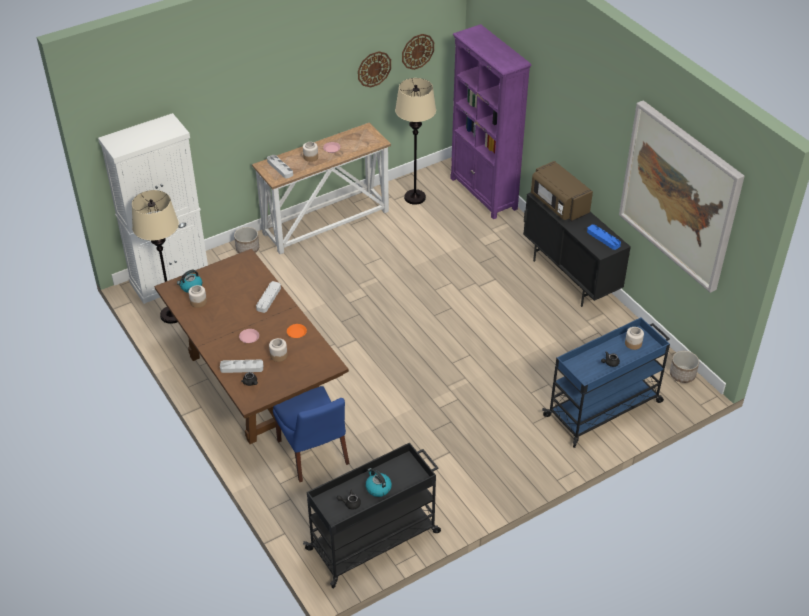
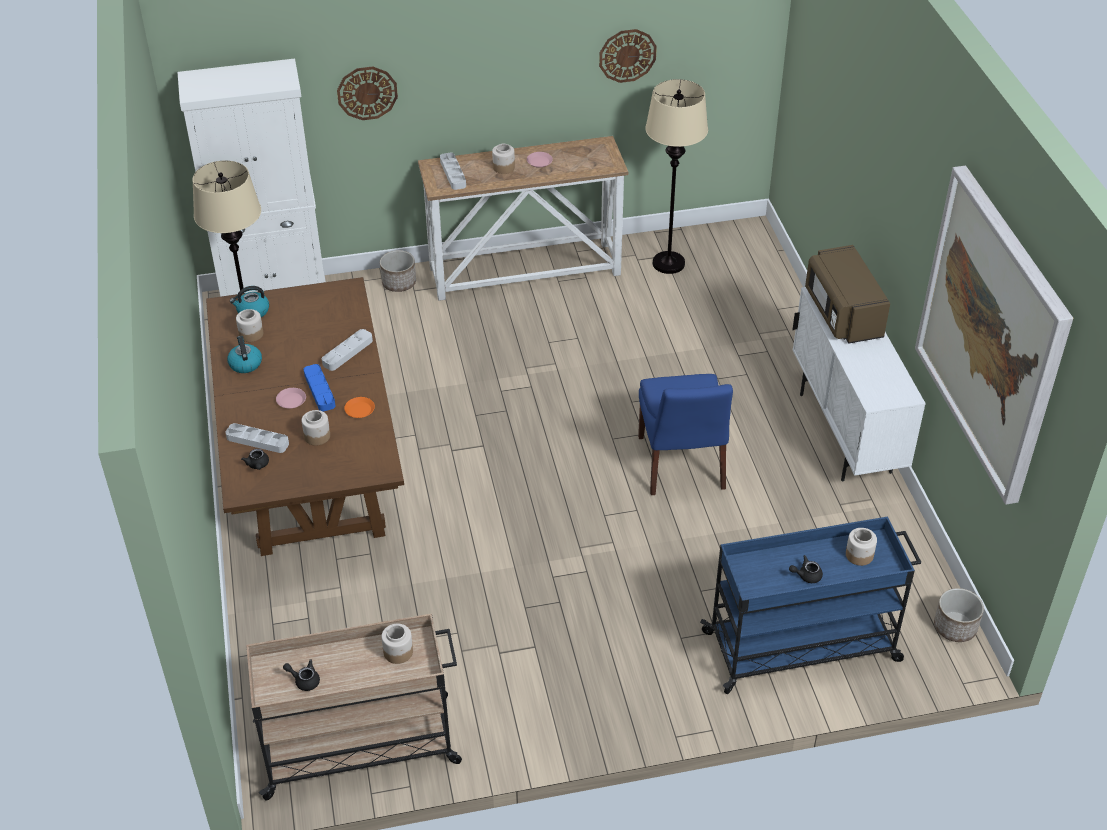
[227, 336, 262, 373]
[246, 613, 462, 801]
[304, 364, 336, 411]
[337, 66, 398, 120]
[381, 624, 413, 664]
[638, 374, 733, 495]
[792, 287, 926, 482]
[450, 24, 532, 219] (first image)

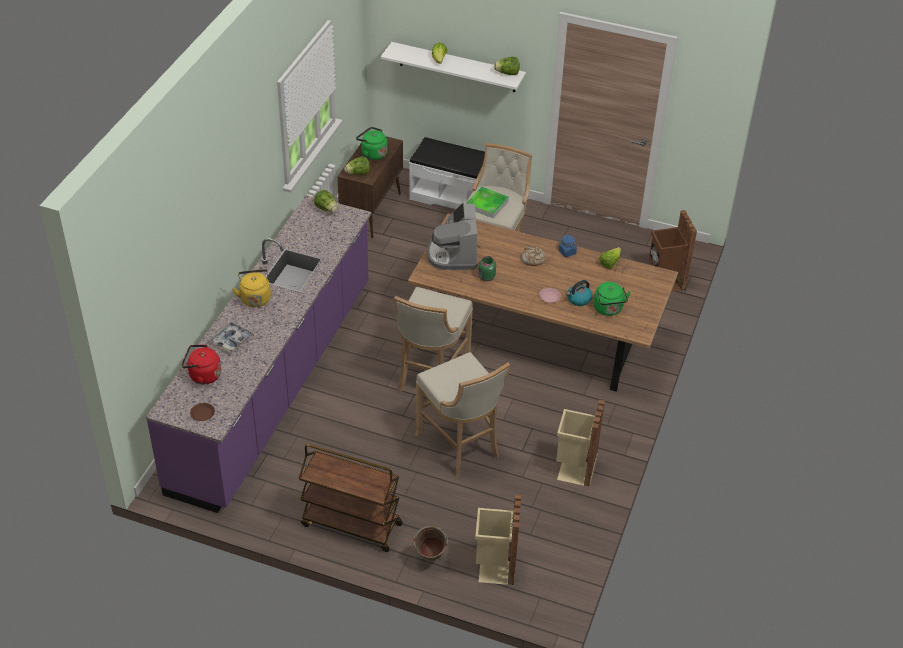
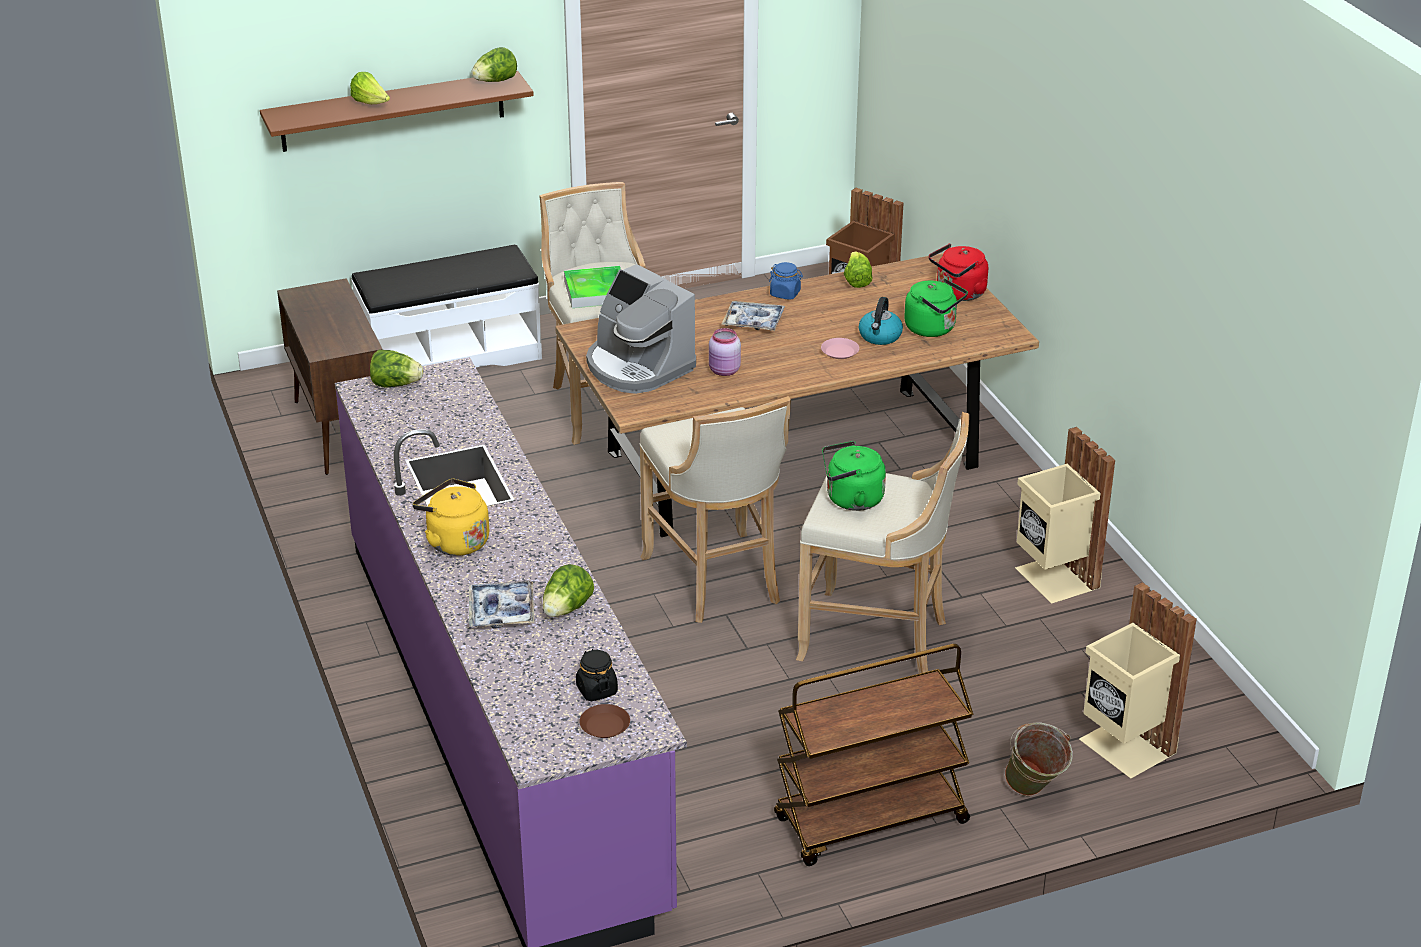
[260, 71, 534, 152]
[543, 564, 594, 617]
[576, 649, 618, 701]
[709, 328, 741, 376]
[722, 301, 785, 331]
[822, 441, 886, 511]
[929, 243, 988, 301]

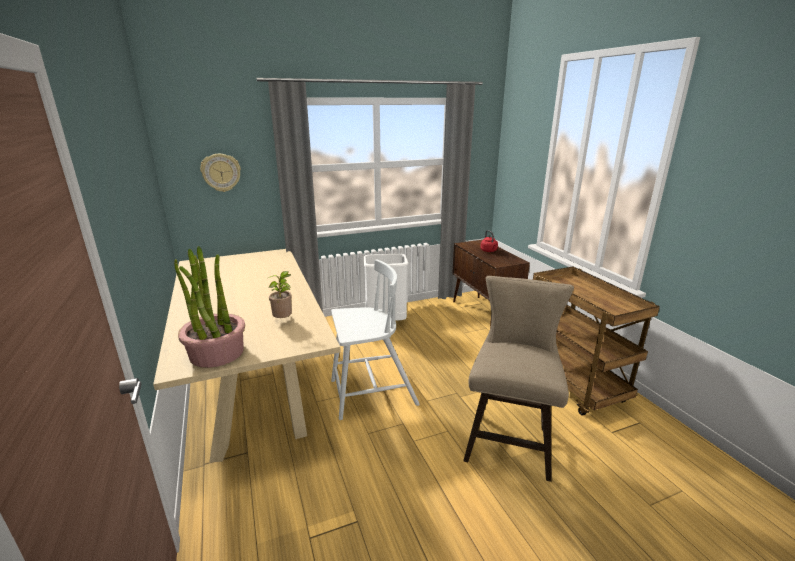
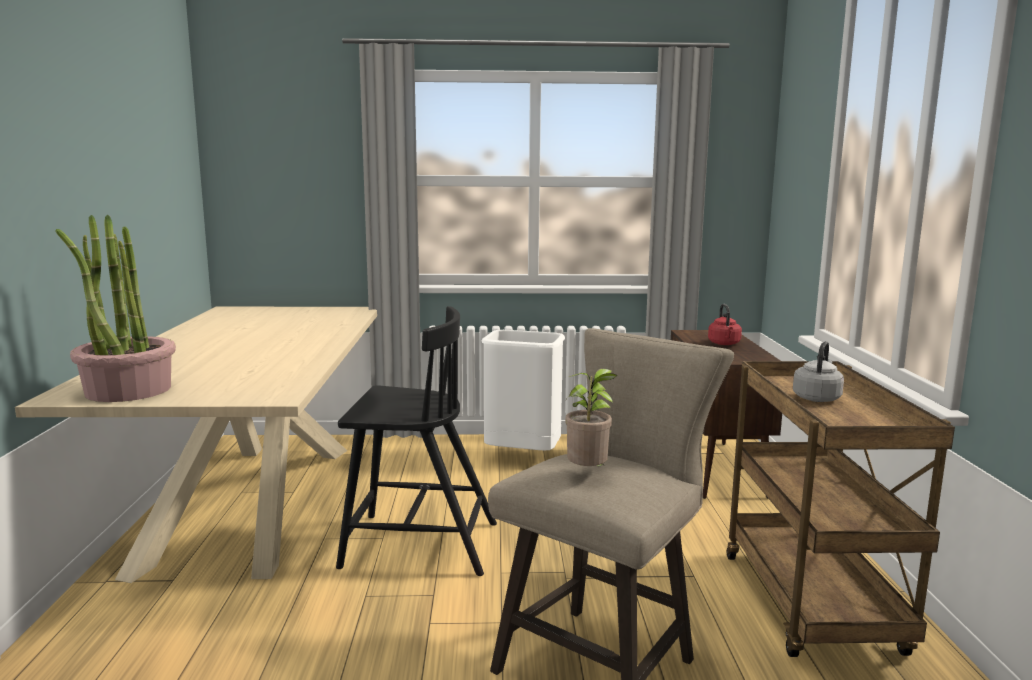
[336, 306, 497, 576]
[565, 369, 617, 467]
[793, 341, 844, 402]
[200, 154, 241, 192] (first image)

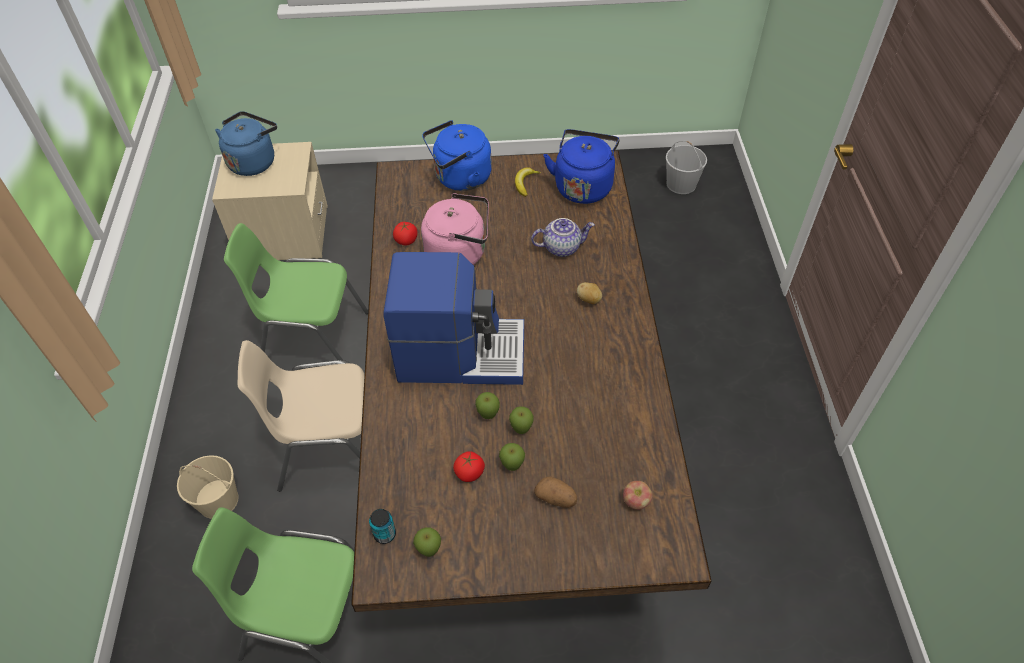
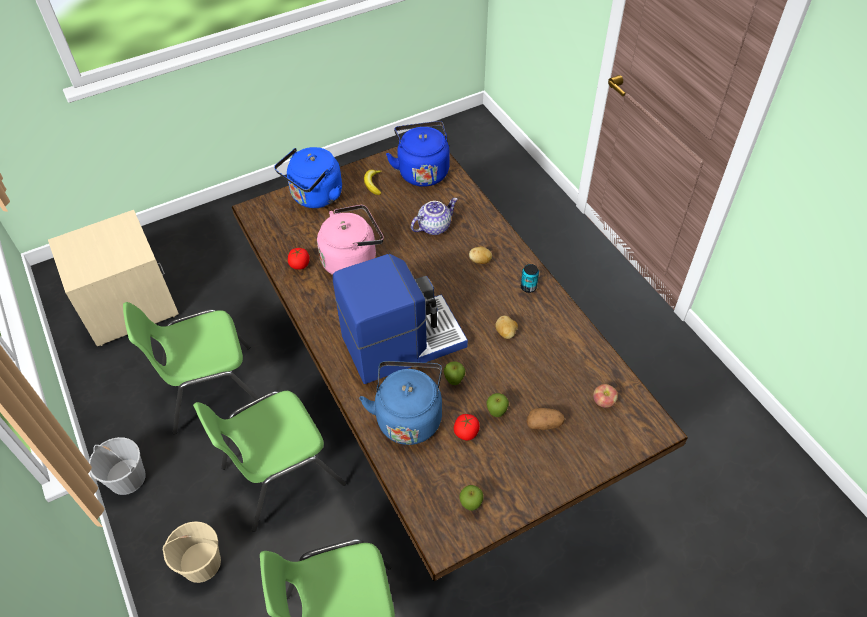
[89, 437, 146, 495]
[193, 391, 346, 532]
[359, 361, 442, 445]
[495, 315, 518, 339]
[521, 264, 539, 293]
[509, 406, 534, 434] (first image)

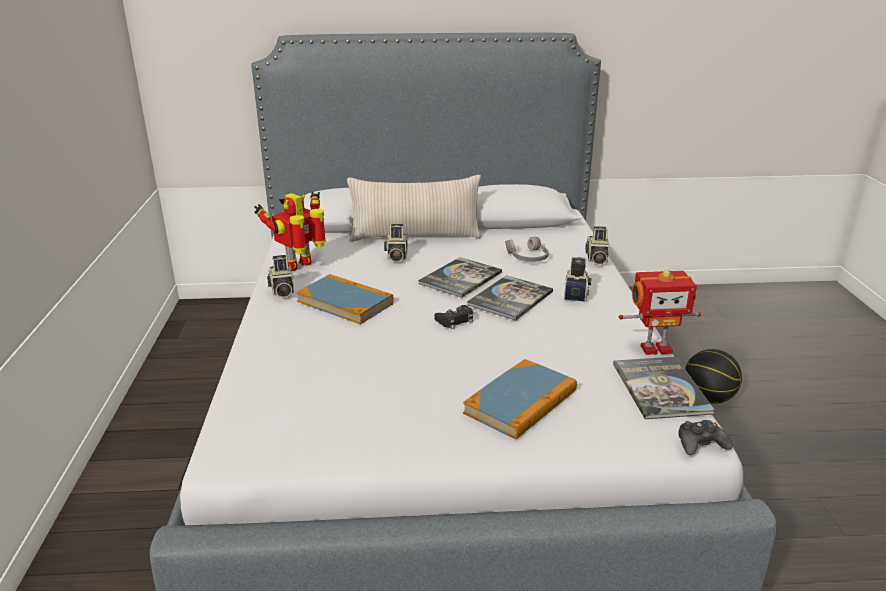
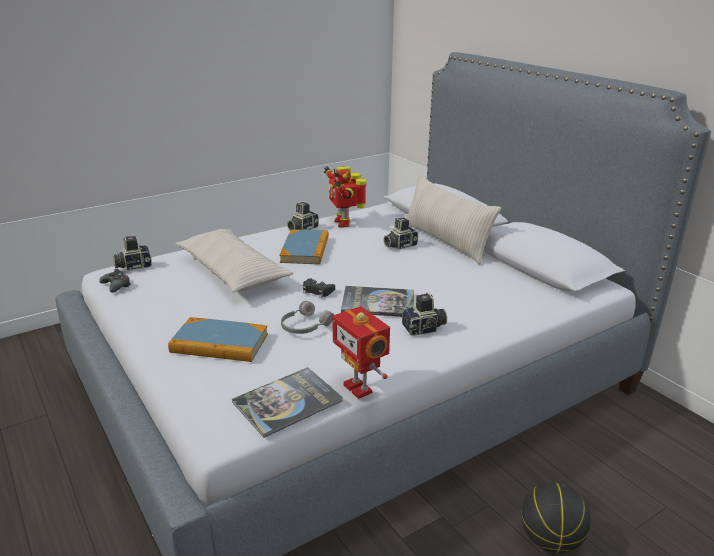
[99, 269, 131, 293]
[113, 236, 152, 271]
[175, 229, 293, 292]
[281, 301, 334, 334]
[323, 166, 366, 228]
[418, 257, 502, 298] (first image)

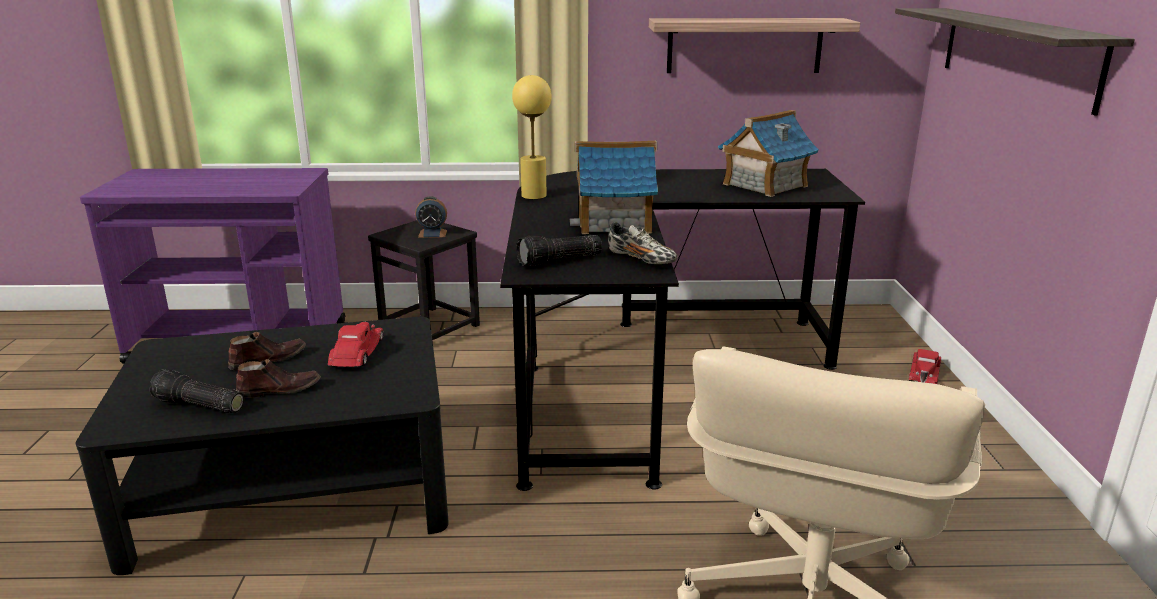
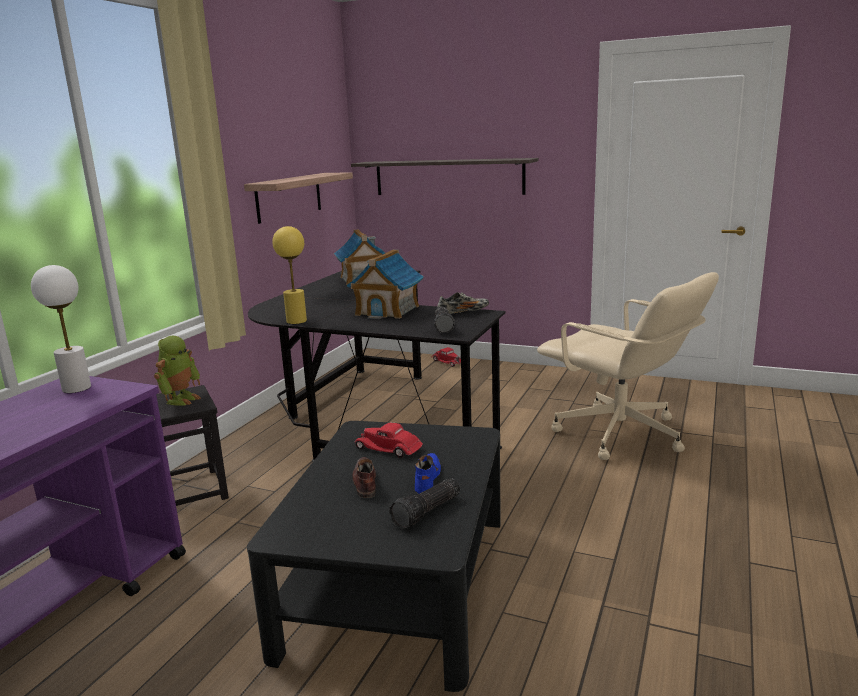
[31, 265, 91, 393]
[154, 336, 201, 406]
[415, 453, 441, 494]

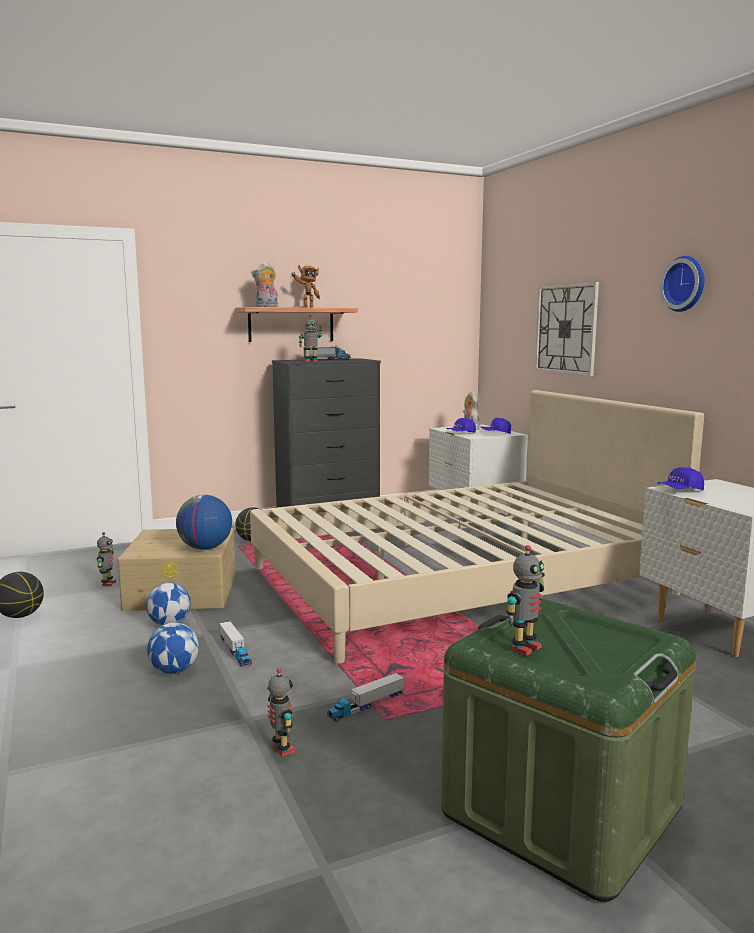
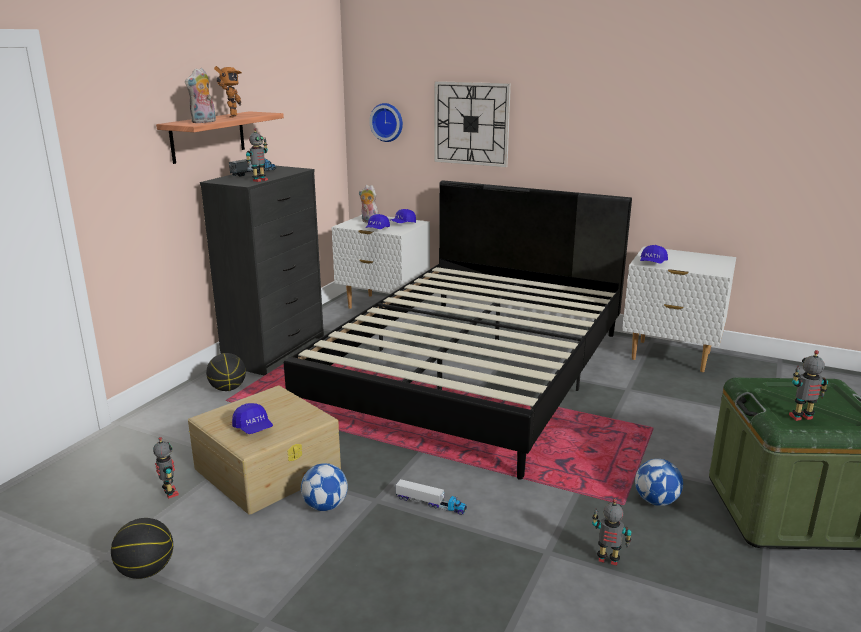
[232, 403, 273, 434]
[284, 180, 632, 480]
[369, 103, 403, 142]
[635, 459, 683, 506]
[789, 350, 828, 421]
[176, 495, 232, 550] (first image)
[327, 673, 404, 722] (first image)

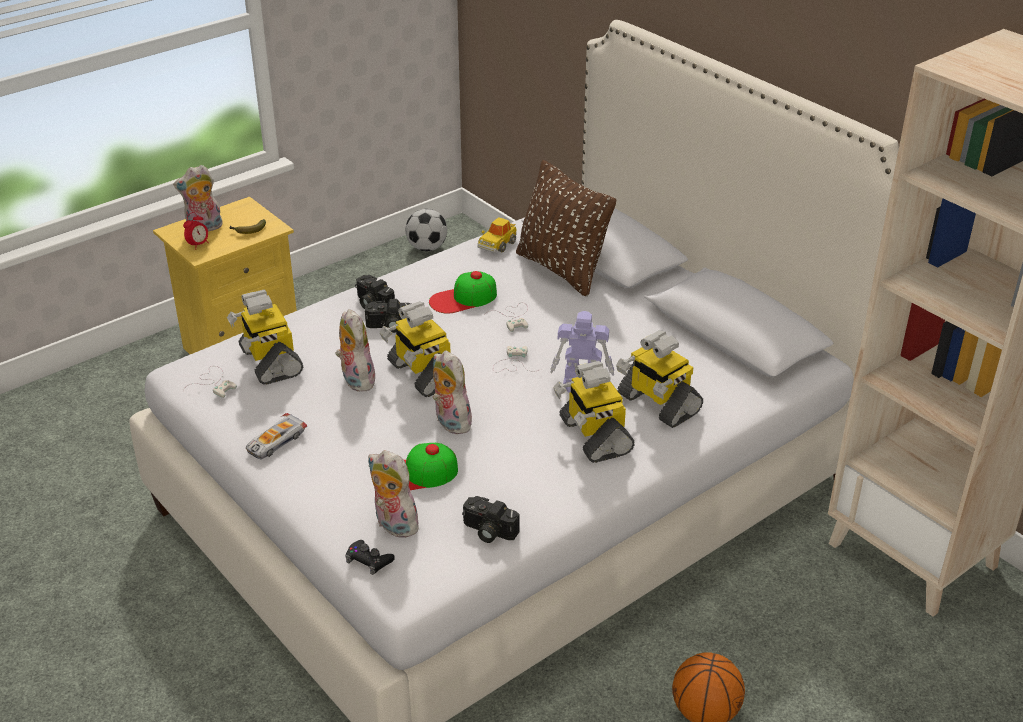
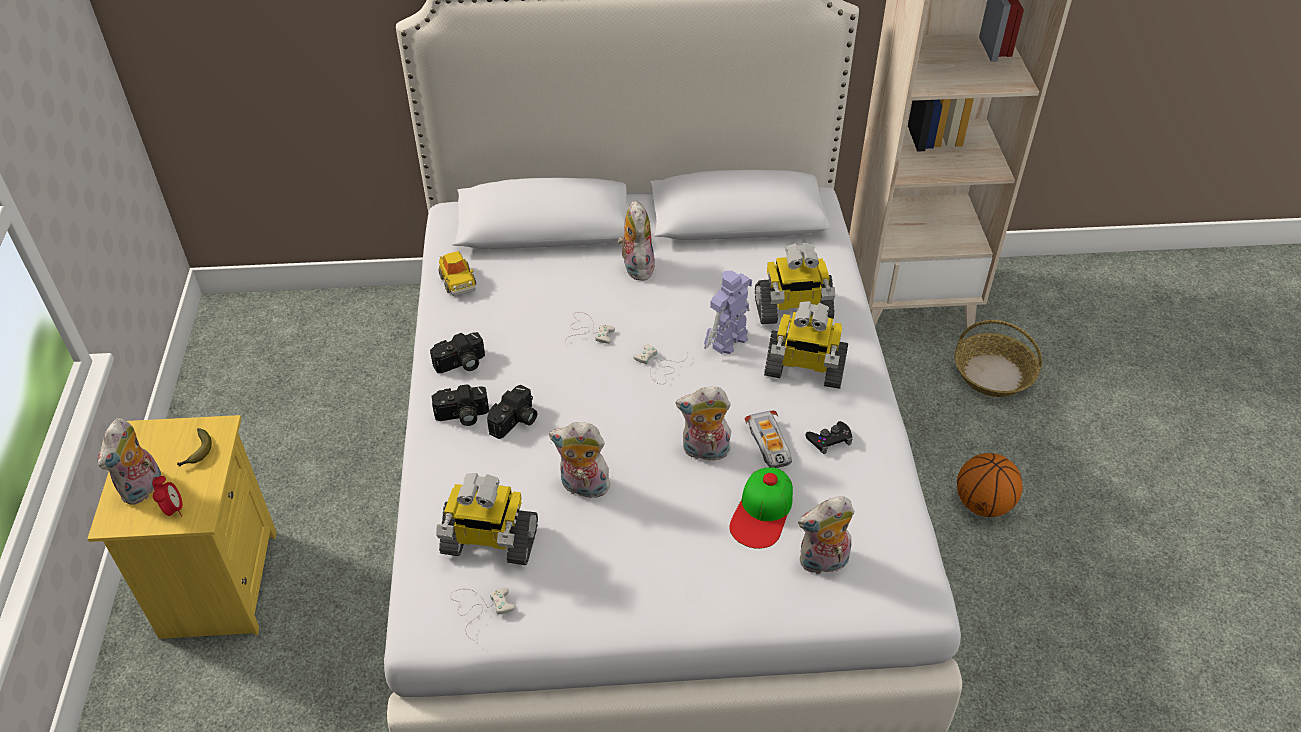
[430, 332, 485, 373]
[618, 201, 655, 281]
[744, 410, 792, 468]
[806, 421, 852, 454]
[955, 320, 1042, 397]
[379, 301, 450, 397] (first image)
[406, 209, 447, 251] (first image)
[429, 271, 497, 314] (first image)
[516, 160, 616, 297] (first image)

